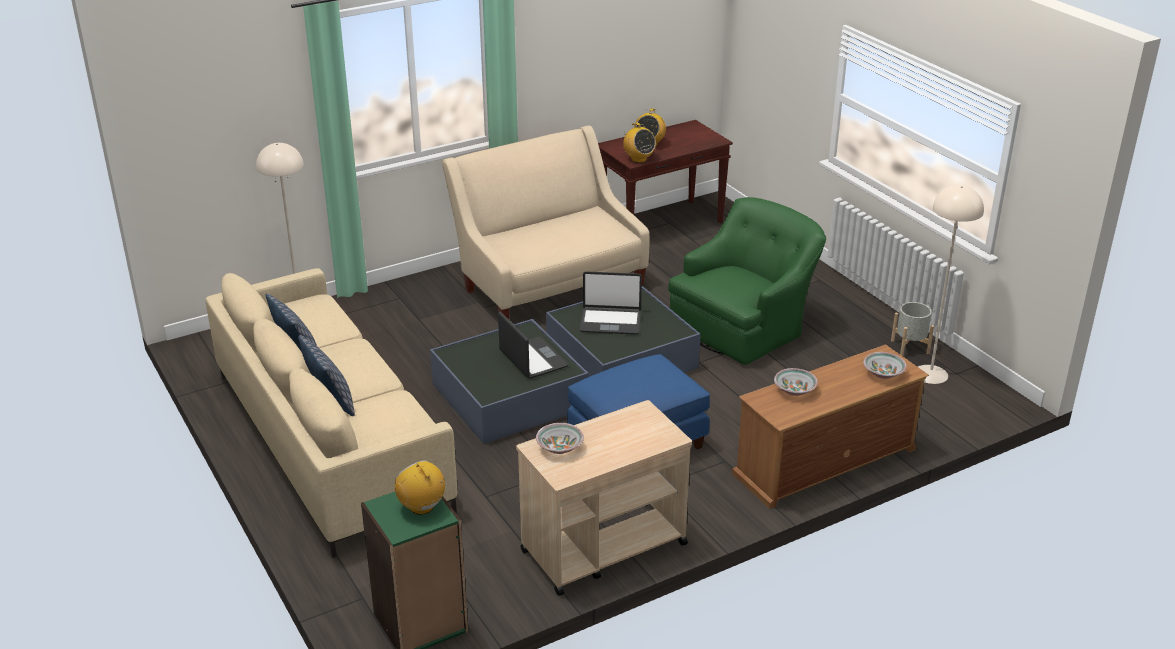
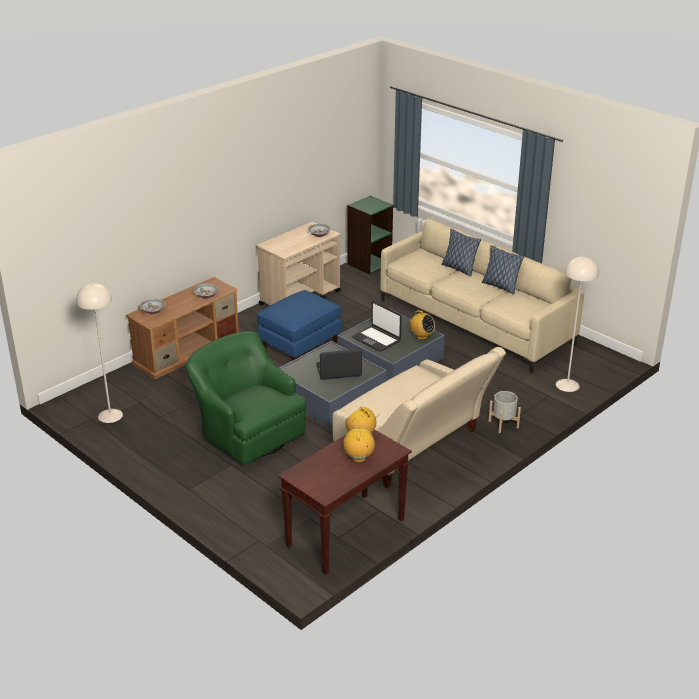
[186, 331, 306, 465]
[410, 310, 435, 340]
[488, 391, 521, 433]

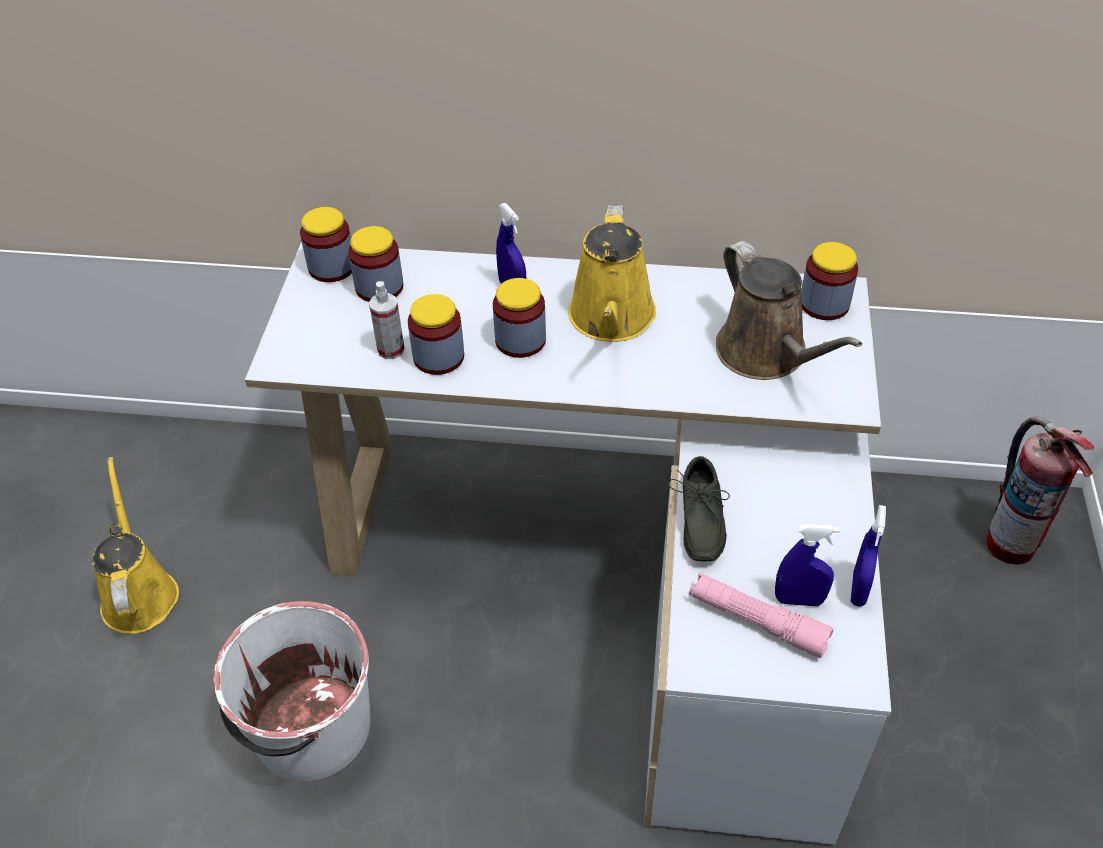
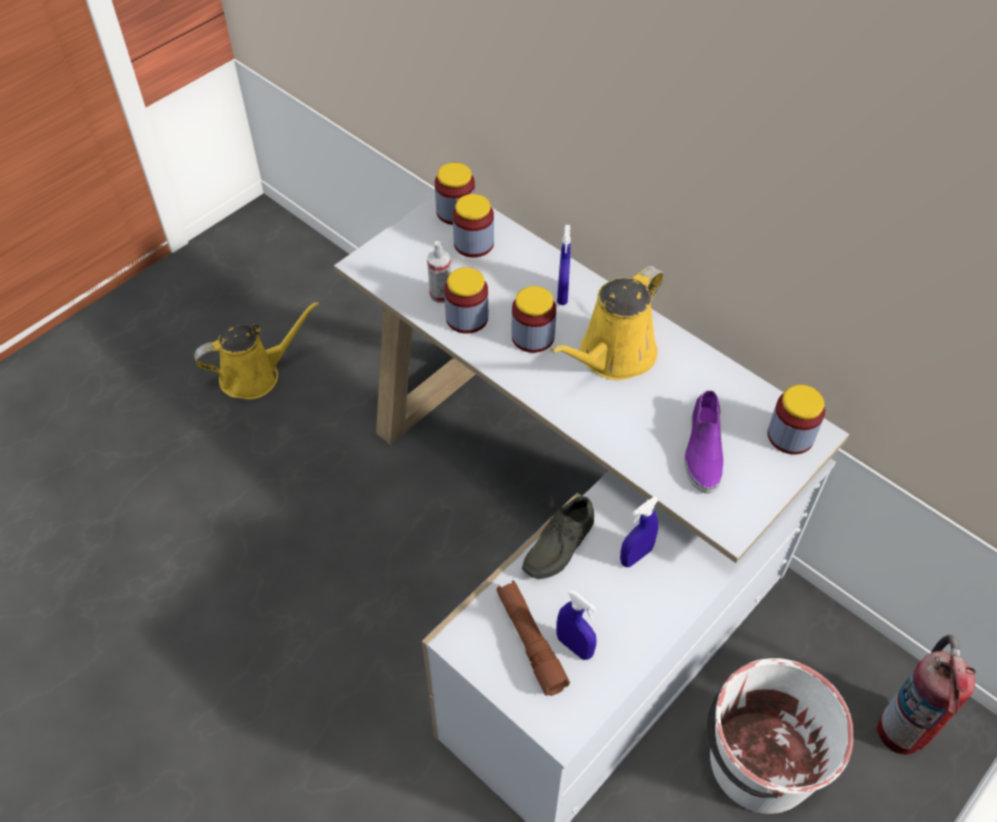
[194, 301, 319, 399]
[497, 580, 570, 696]
[620, 496, 659, 567]
[684, 390, 723, 494]
[707, 657, 854, 814]

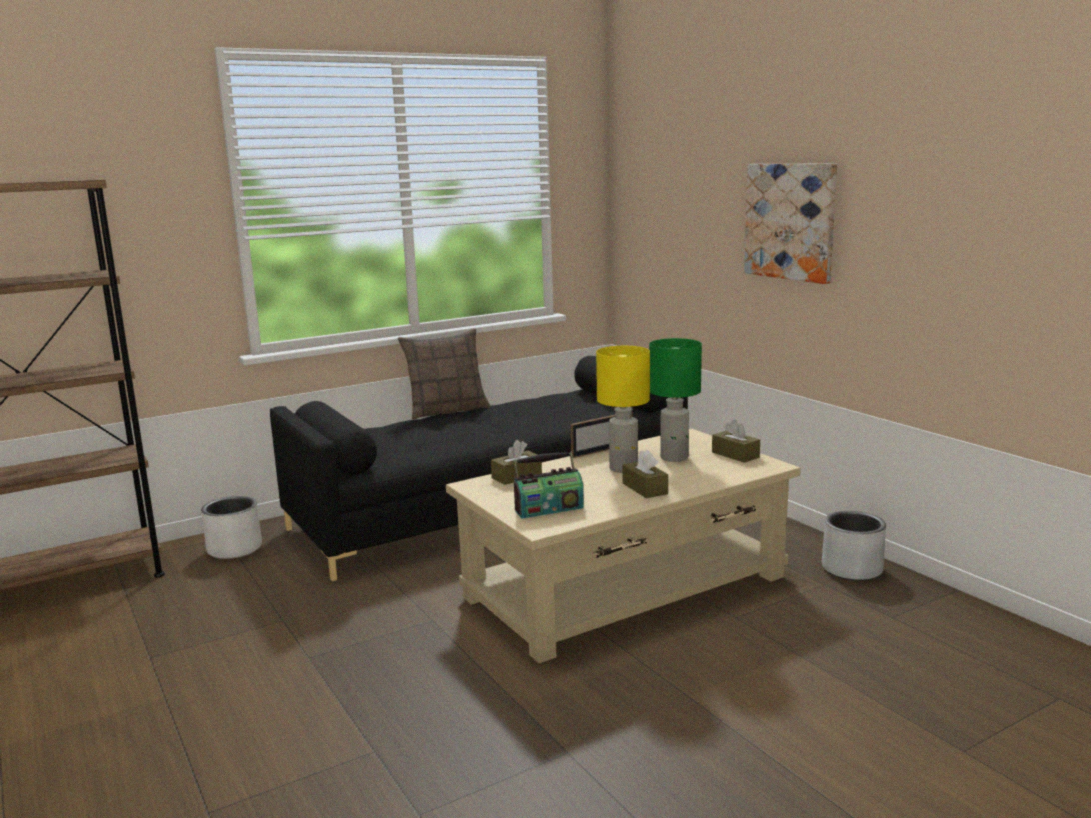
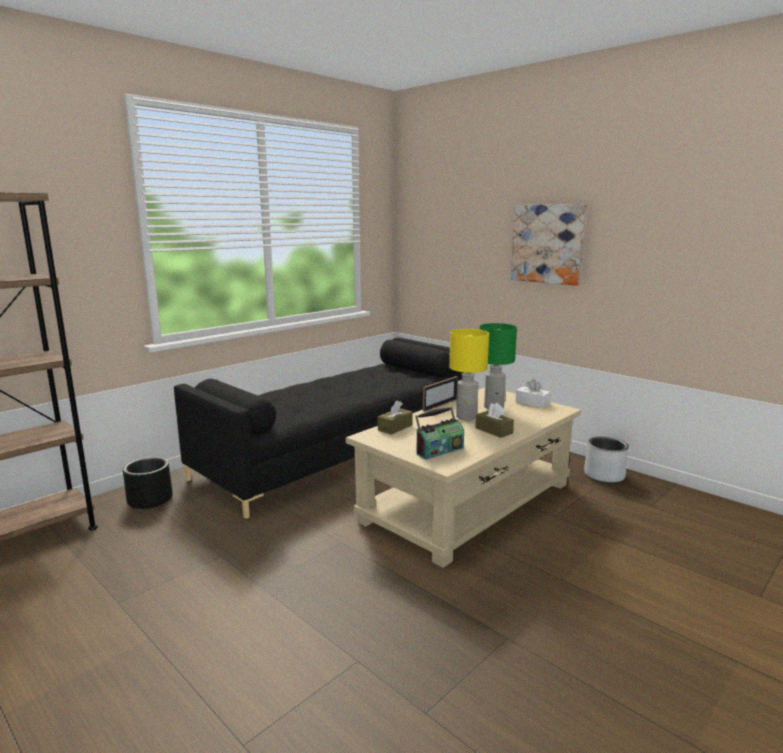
[123, 457, 173, 509]
[515, 379, 551, 408]
[398, 328, 490, 420] (first image)

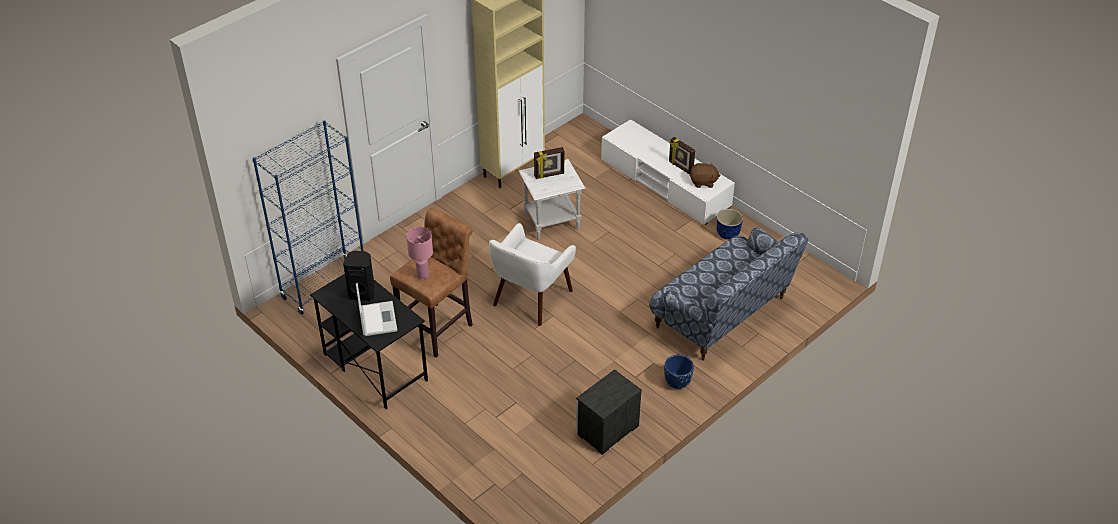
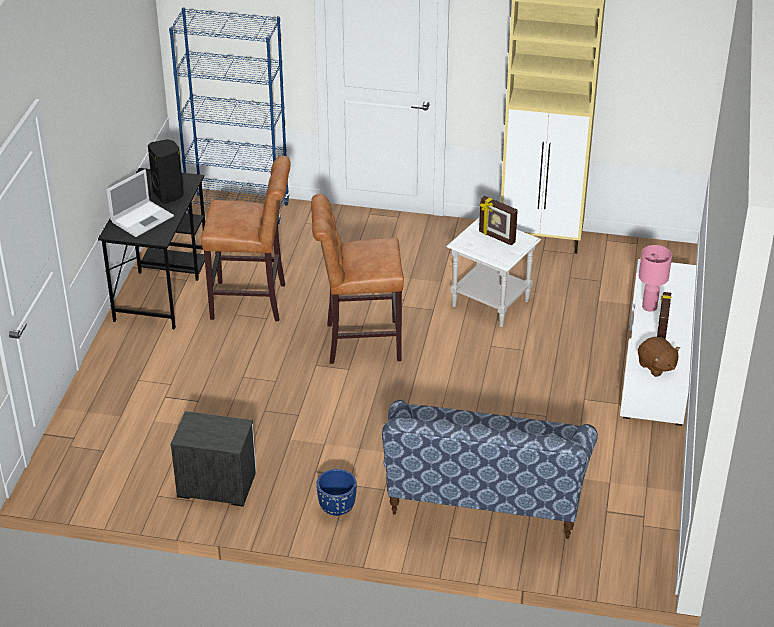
[311, 194, 404, 364]
[639, 245, 672, 312]
[717, 209, 743, 240] (first image)

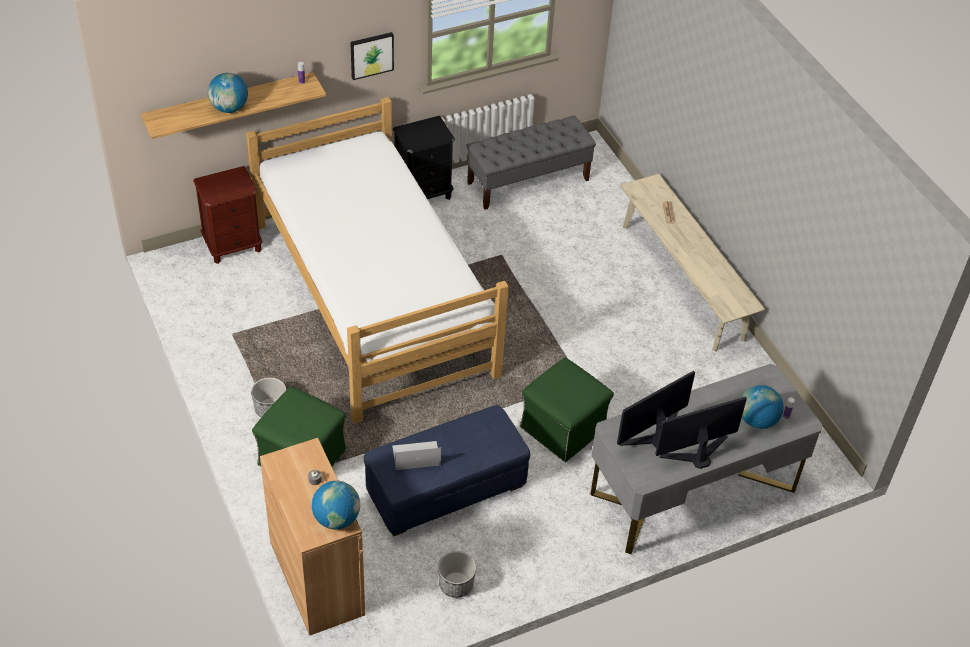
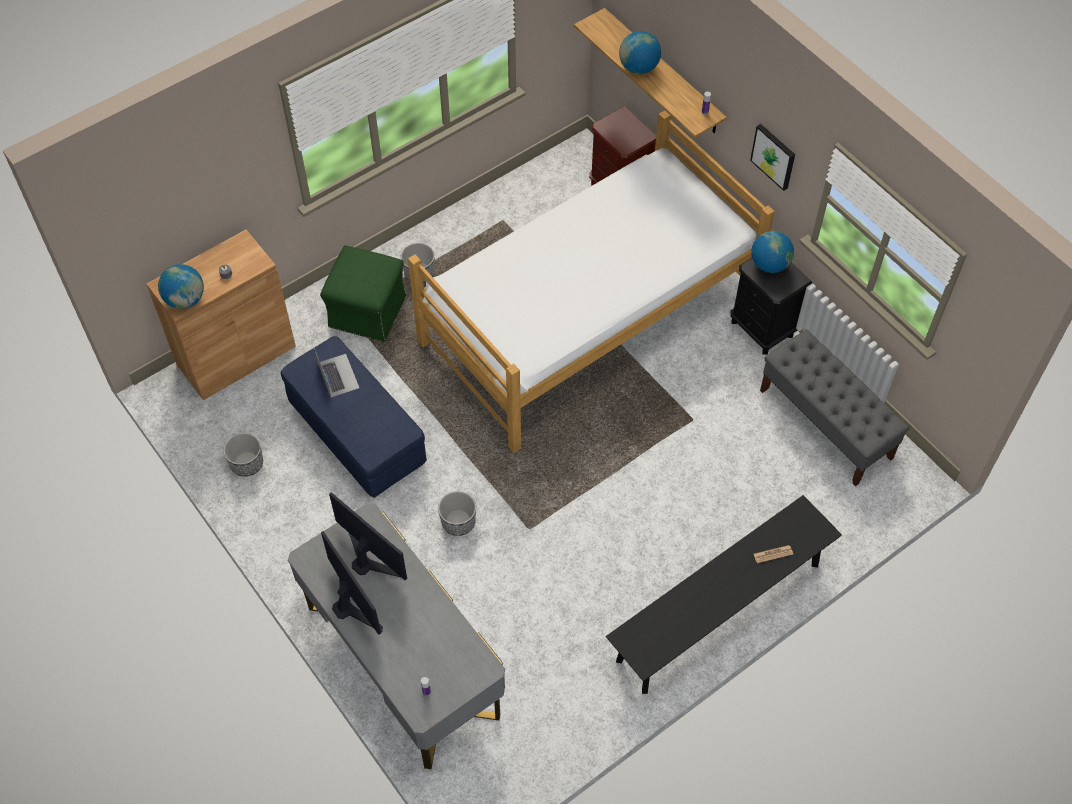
[438, 491, 476, 536]
[606, 495, 842, 694]
[751, 231, 794, 273]

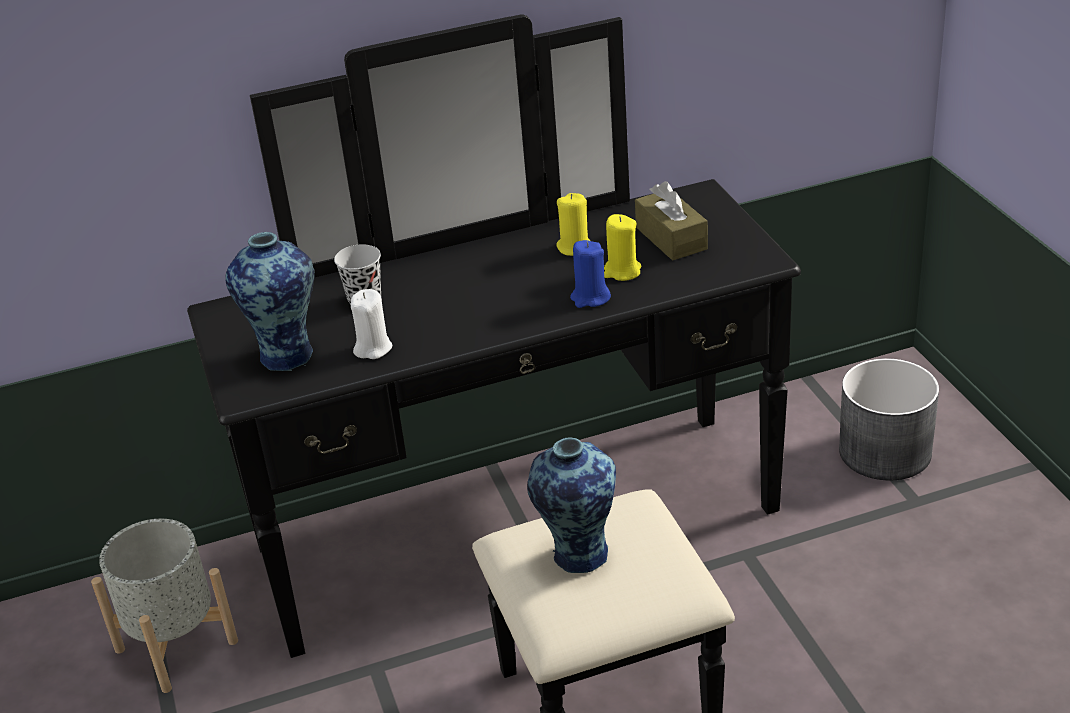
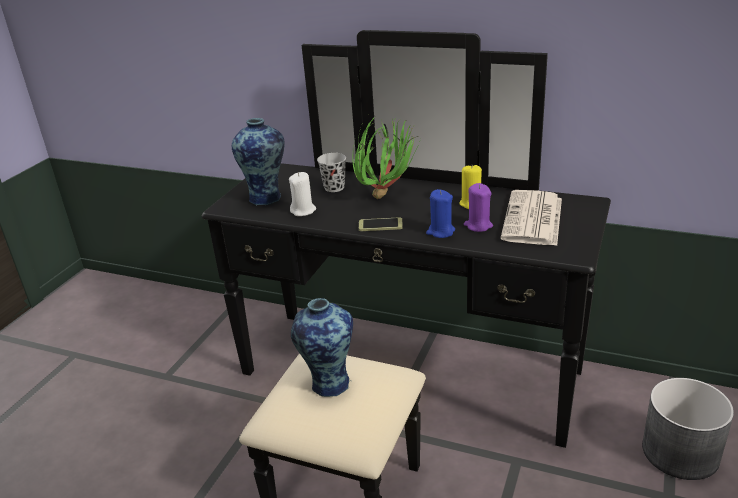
[352, 117, 418, 199]
[359, 217, 403, 231]
[464, 183, 493, 232]
[500, 190, 562, 246]
[91, 519, 238, 693] (first image)

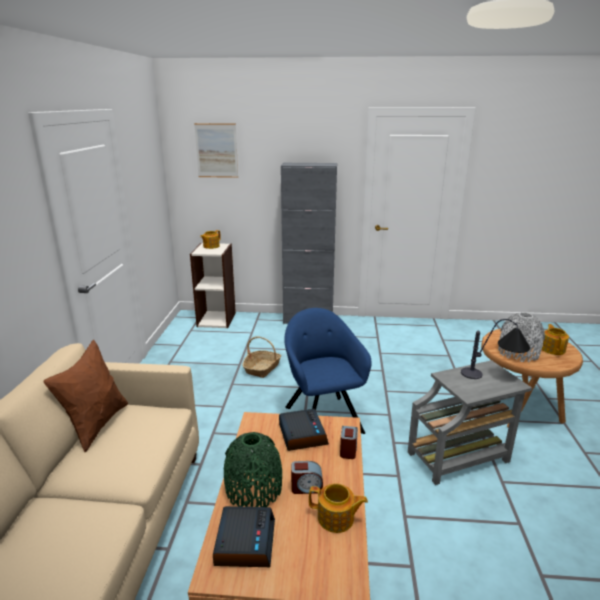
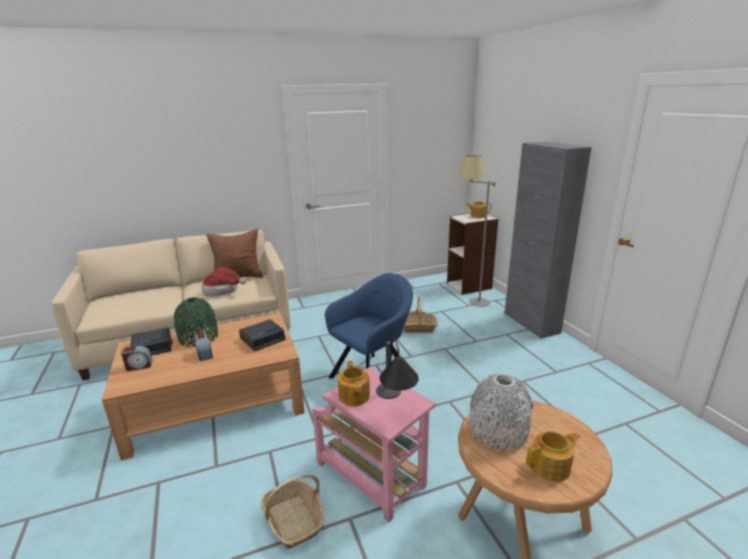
[121, 345, 153, 371]
[202, 267, 246, 297]
[261, 474, 325, 549]
[312, 367, 436, 522]
[338, 361, 370, 406]
[459, 155, 496, 307]
[194, 123, 238, 178] (first image)

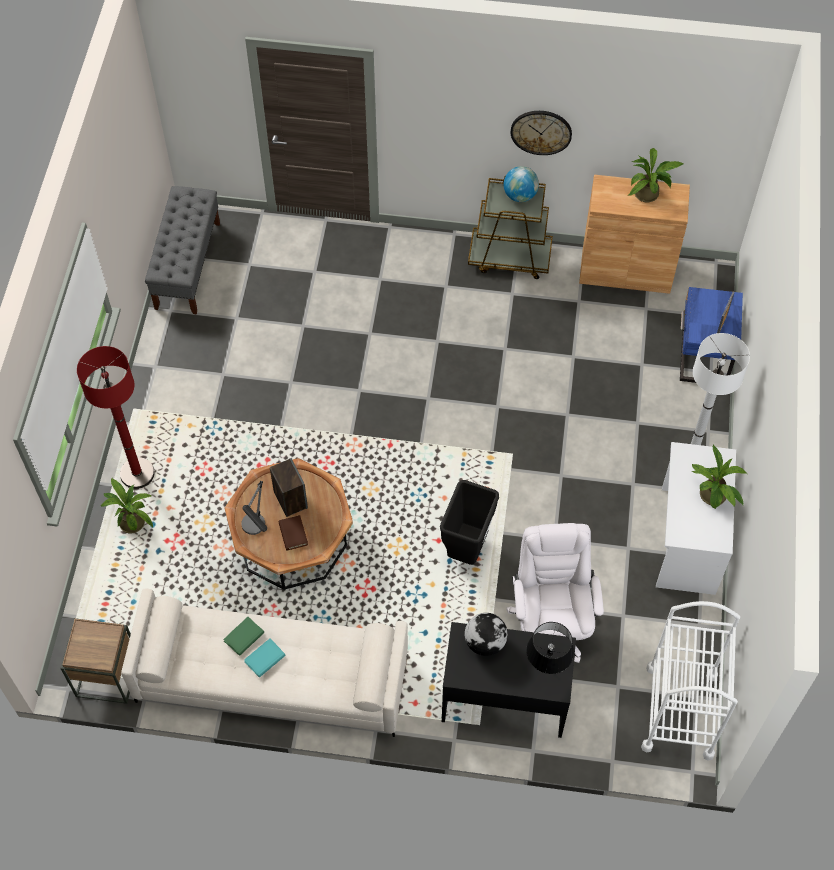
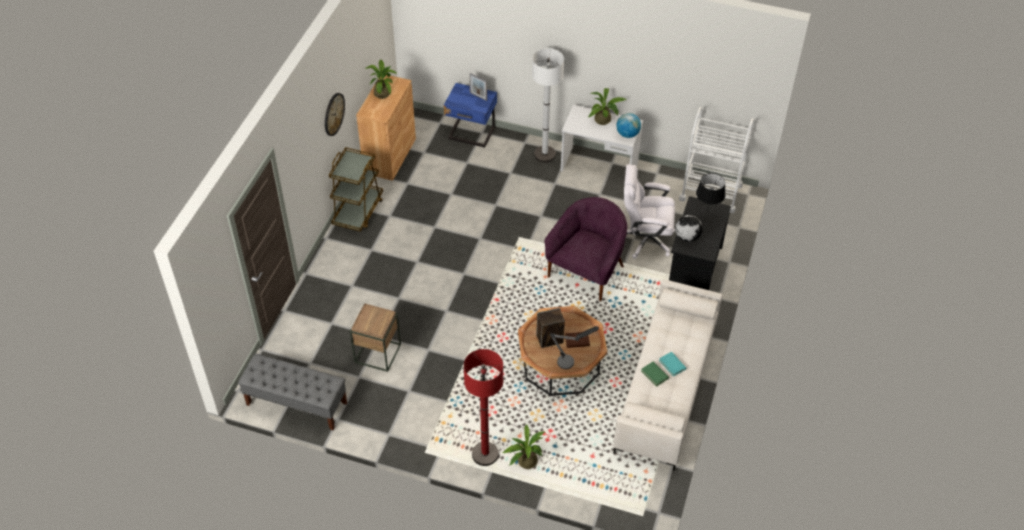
[350, 303, 401, 372]
[544, 197, 627, 301]
[616, 113, 641, 138]

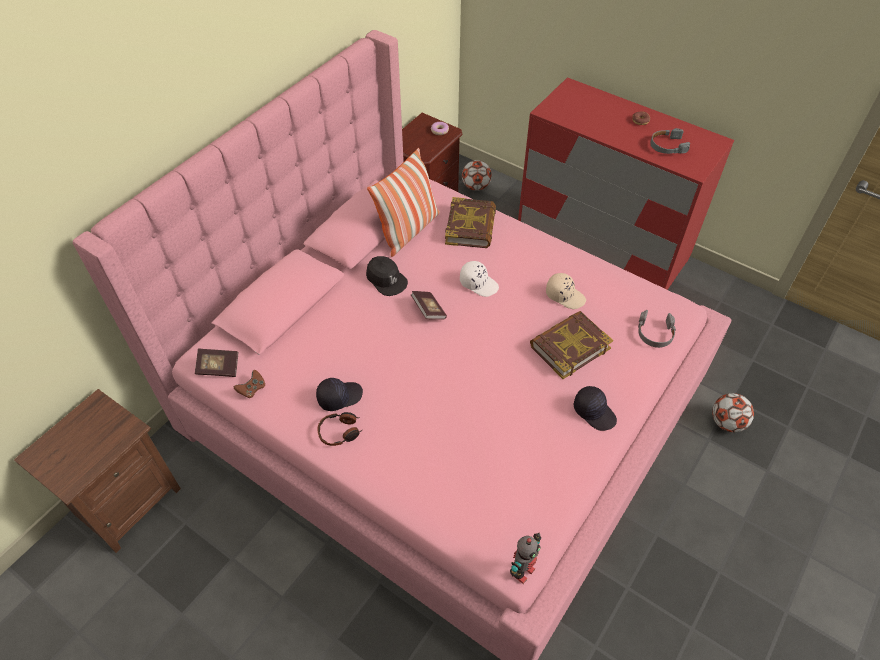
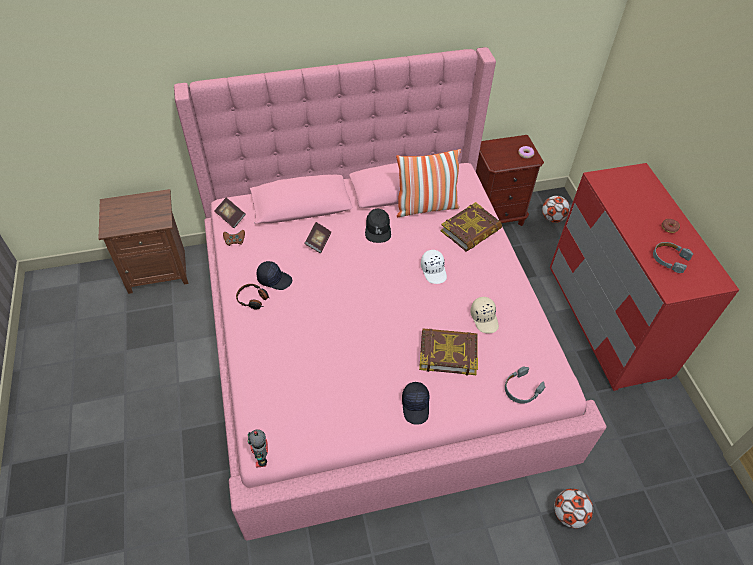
[248, 429, 268, 468]
[304, 222, 331, 253]

